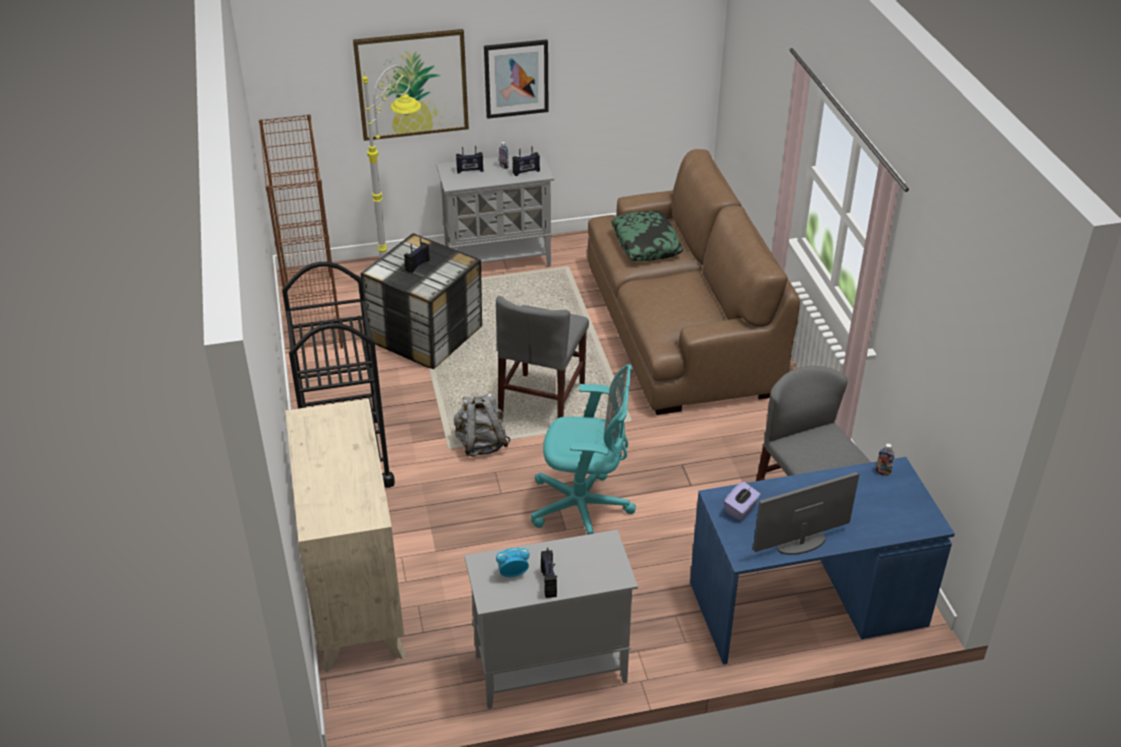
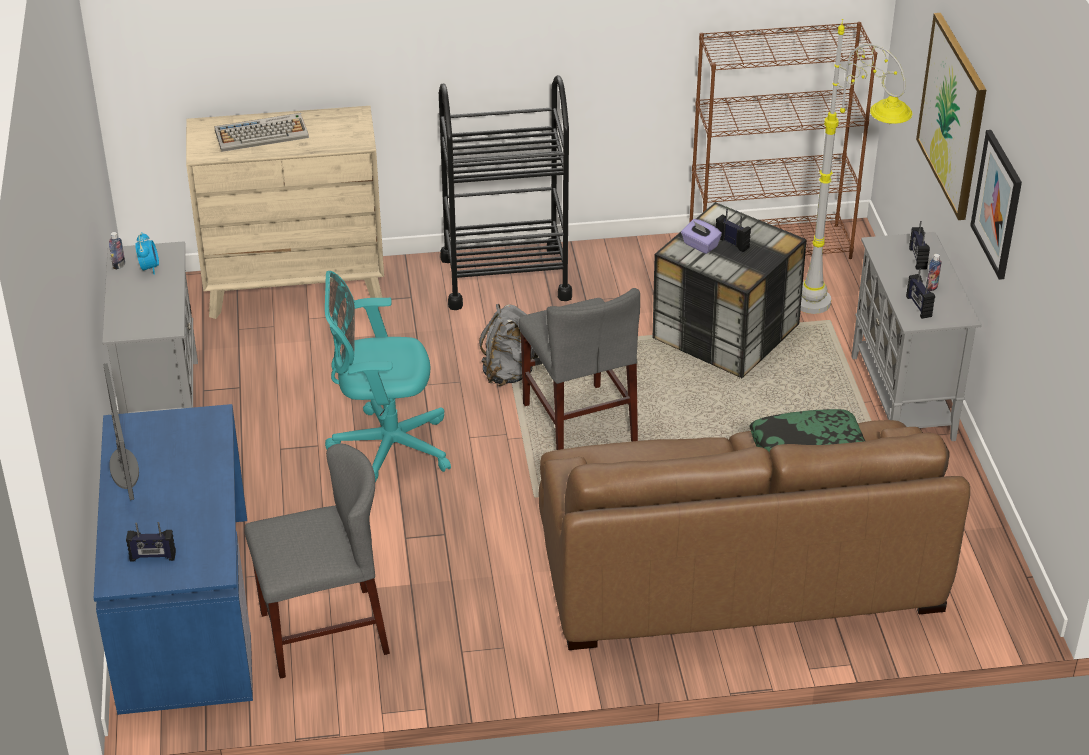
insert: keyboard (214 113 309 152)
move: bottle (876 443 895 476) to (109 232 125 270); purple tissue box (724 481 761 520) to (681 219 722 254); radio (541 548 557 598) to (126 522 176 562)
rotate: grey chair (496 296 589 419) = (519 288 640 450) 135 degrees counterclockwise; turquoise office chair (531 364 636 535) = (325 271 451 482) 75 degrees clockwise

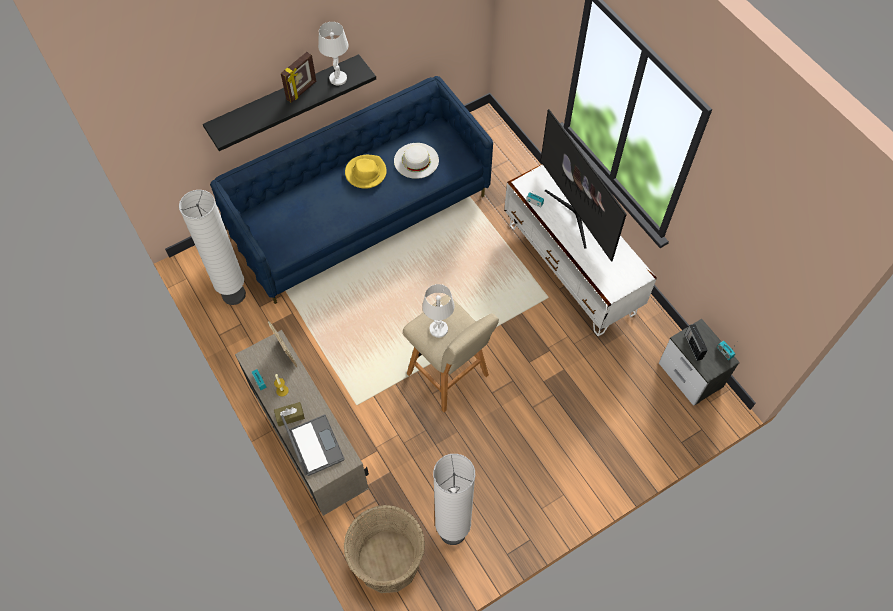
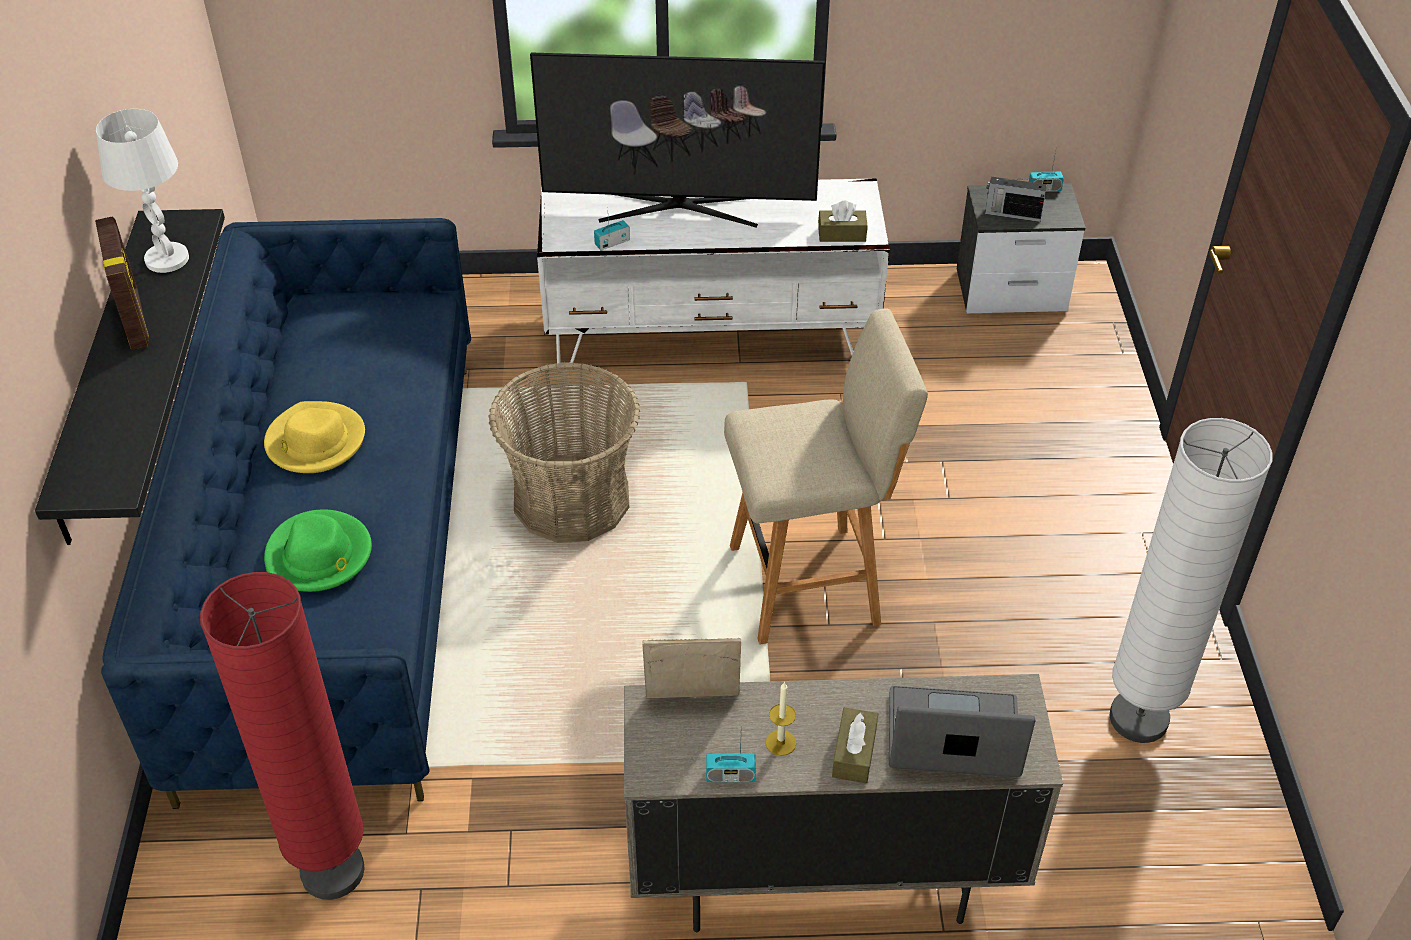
delete: white hat (394 143 439 179); white table lamp (422 284 454 338)
insert: brown tissue box (818 200 867 242); green hat (264 509 372 592)
move: basket (344 505 425 593) to (488 362 640 543)
recolor: white floor lamp (179 190 246 305) to red floor lamp (200 572 365 900)

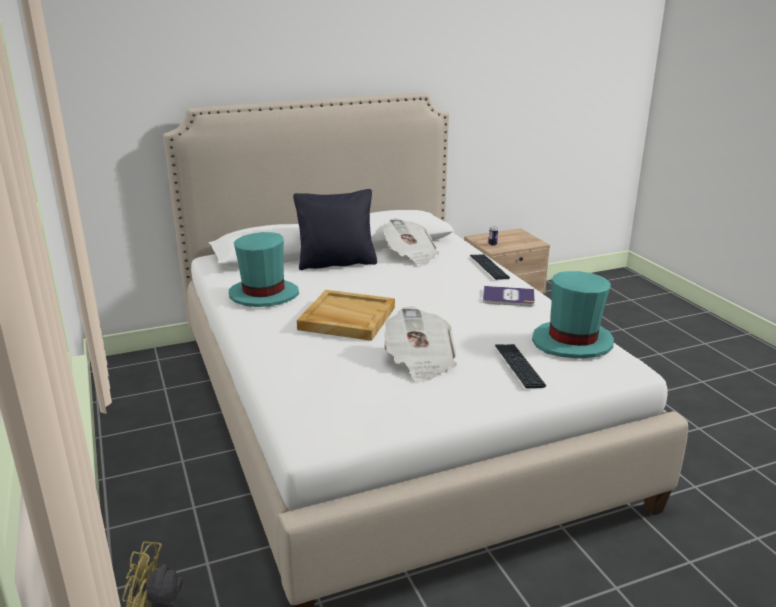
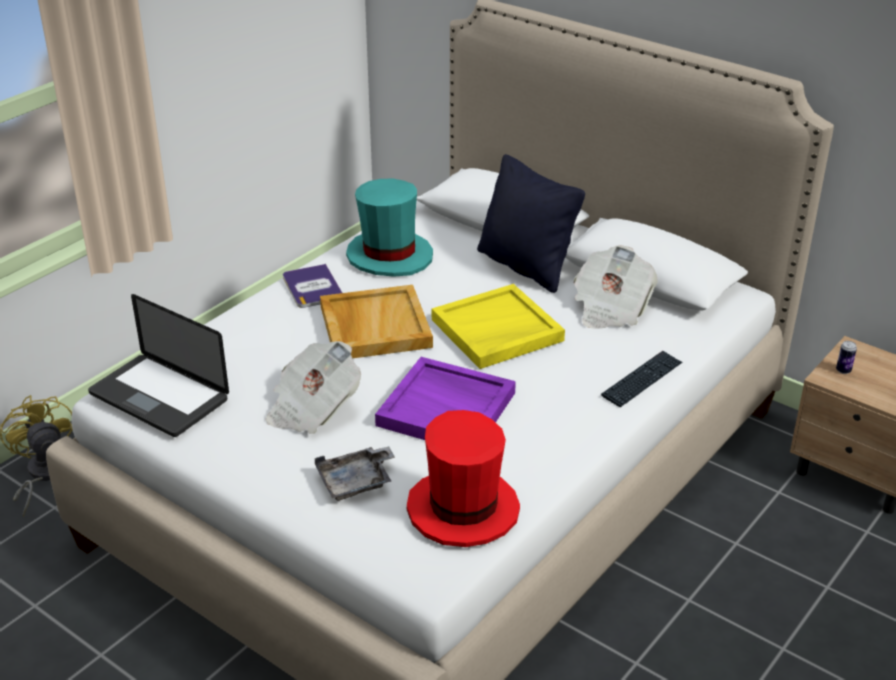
insert: yellow tray (432 284 565 369); laptop (88 294 229 437); purple tray (375 357 516 440)
move: book (483 286 535 306) to (283 264 342 308)
replace: keyboard (495 344 547 389) to grey tray (315 446 395 501)
recolor: turquoise hat (532 271 614 359) to red hat (407 410 520 547)

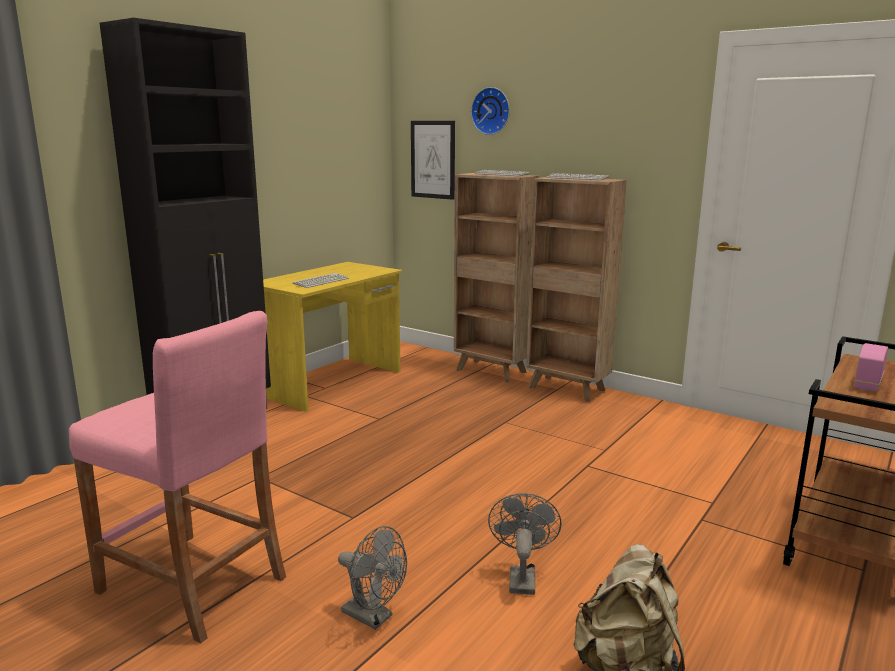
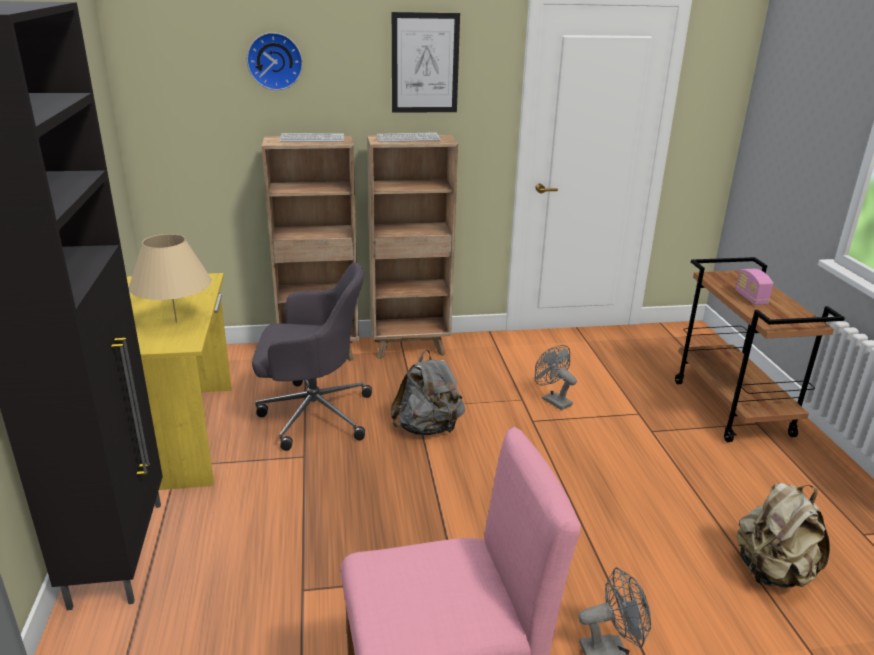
insert: grey office chair (252 262 372 451); grey backpack (390 350 465 435)
move: picture (411 121 455 200) to (392 12 460 113); grey fan (488 493 561 595) to (535 345 577 410)
replace: keyboard (293 273 349 288) to beige table lamp (128 234 212 323)

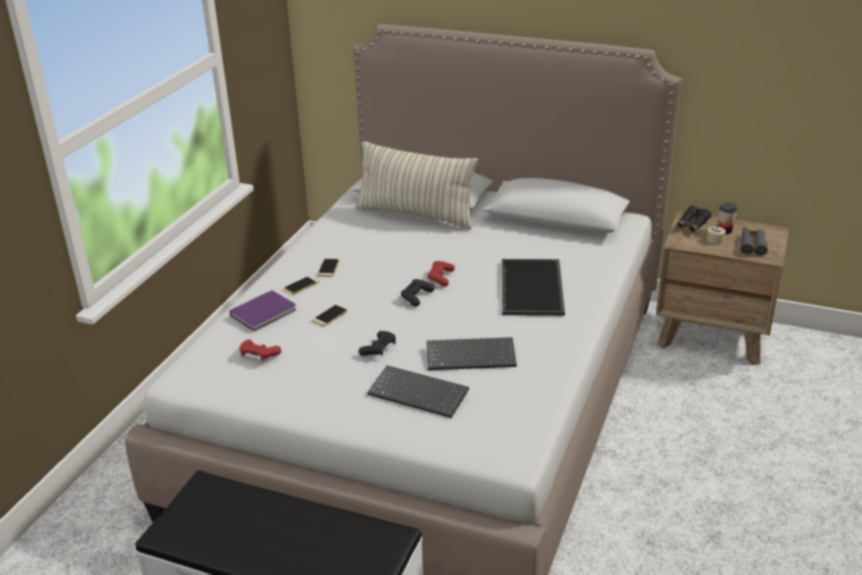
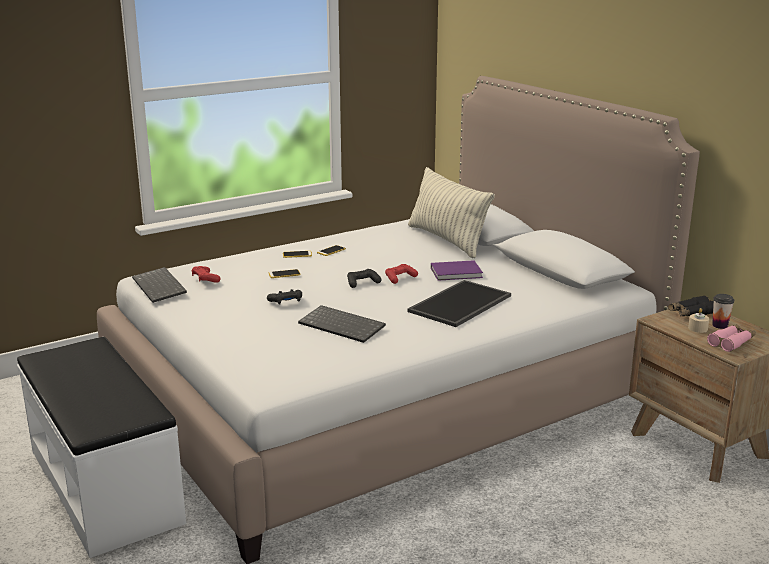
move: purple book (229 290 297 331) to (431 260 483 281); keyboard (367 365 469 418) to (132 267 187 303)
recolor: grey binoculars (740 227 768 256) to pink binoculars (707 324 756 352)

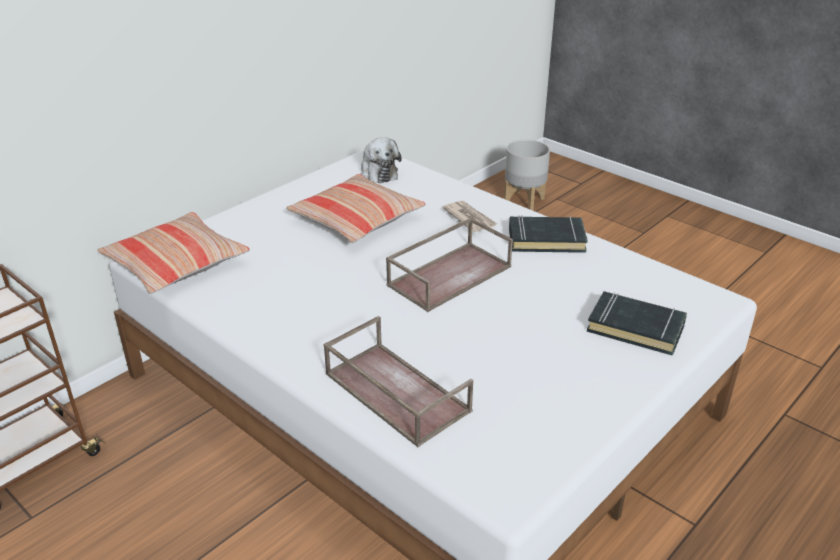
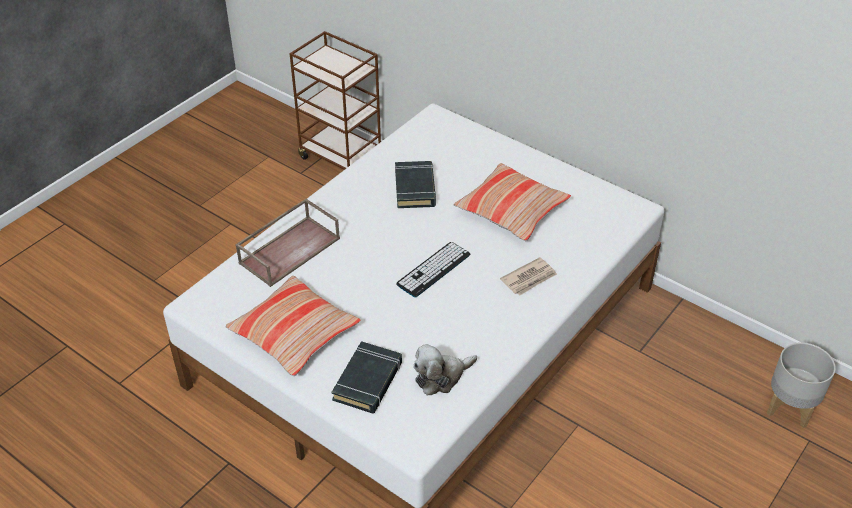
move: plush toy (361 137 402 184) to (413 344 477 395); pillow (98 212 250 294) to (225 276 360 376); black book (509 215 588 253) to (395 161 436 208)
replace: brown tray (386 218 513 312) to keyboard (396 242 470 298)

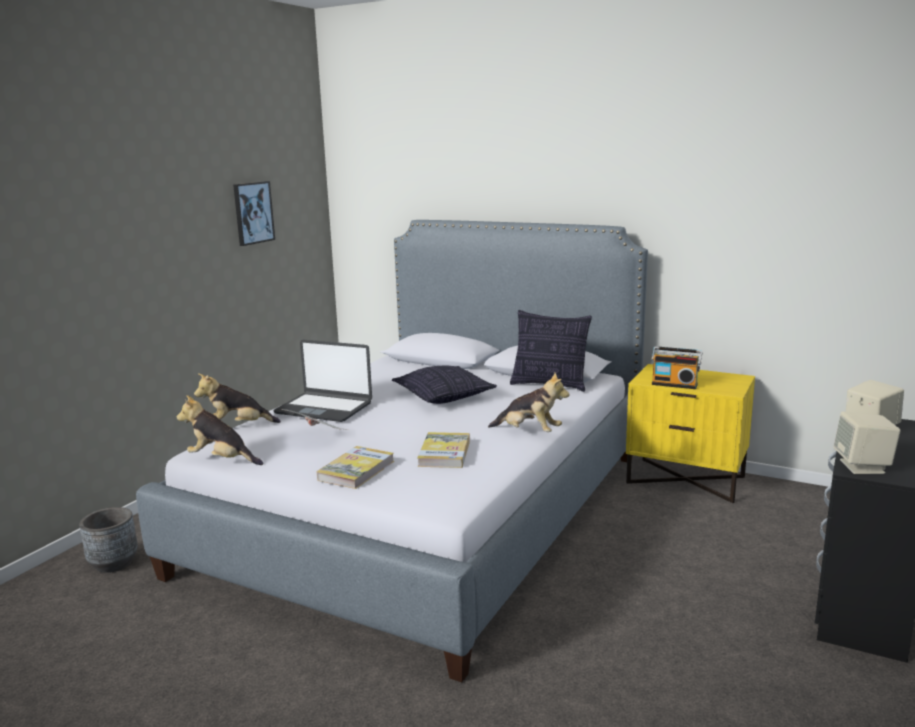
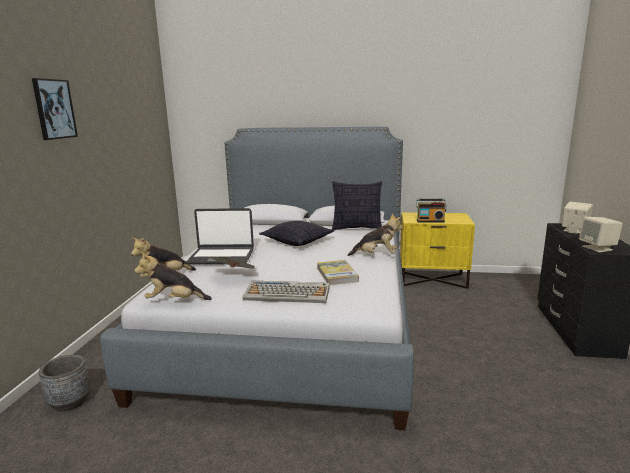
move: picture (233 181 275 246) to (32 78 78 140)
replace: book (317 446 394 489) to keyboard (243 281 330 303)

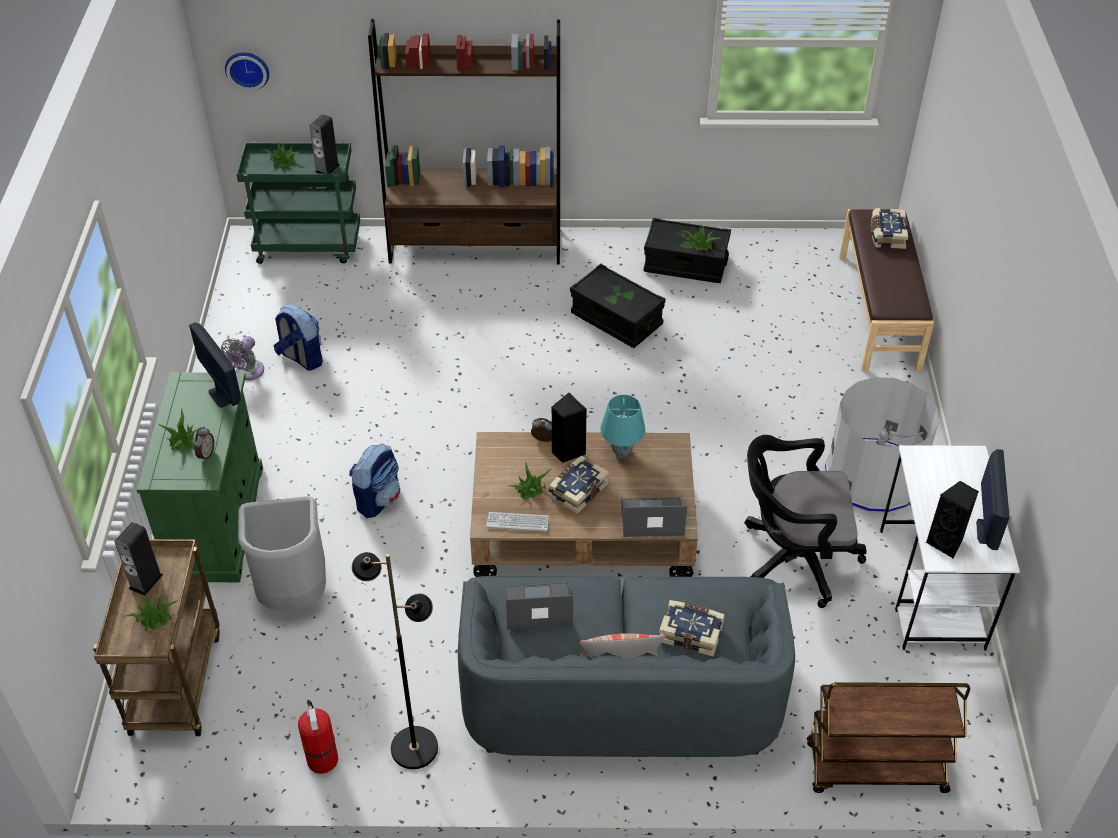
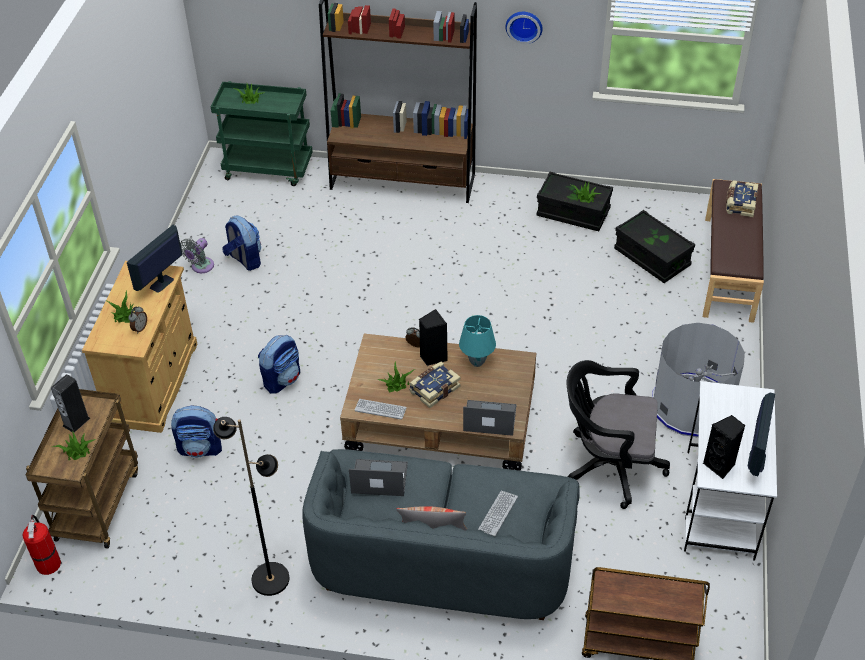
delete: speaker (310 114 340 174)
move: wall clock (225 52 269 91) to (505 12 542 44); black storage box (570 264 665 348) to (614 210 695 283); fire extinguisher (298 700 338 774) to (22 515 61 575)
replace: grey trash can (238 496 326 612) to backpack (171 405 222 458); book (659 600 725 657) to keyboard (478 491 518 536)
recolor: green cabinet (137 372 263 582) to beige cabinet (82 261 198 433)
rotate: monitor (189 322 241 408) = (127 225 183 293) 60 degrees clockwise

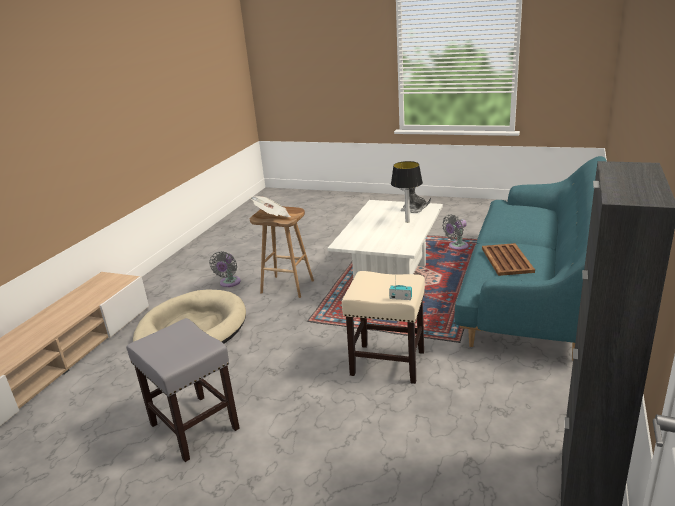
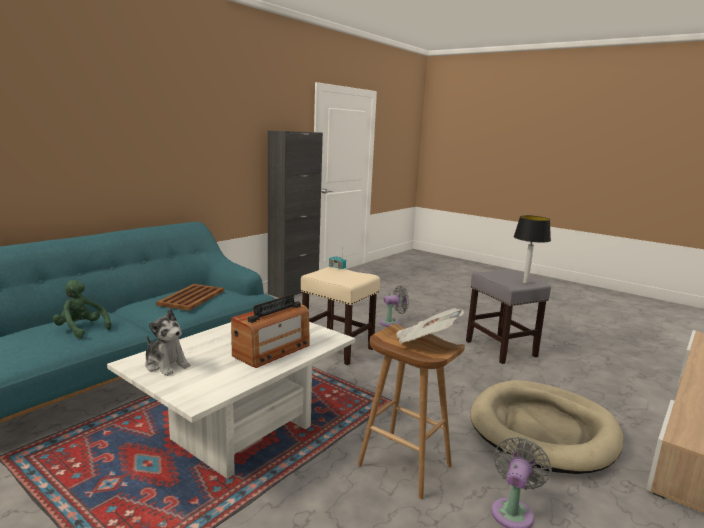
insert: green plush toy (53 280 111 338); radio (231 294 310 368)
move: table lamp (391 161 423 223) to (514 215 551 284); grey fan (442 214 469 250) to (380 286 409 327)

